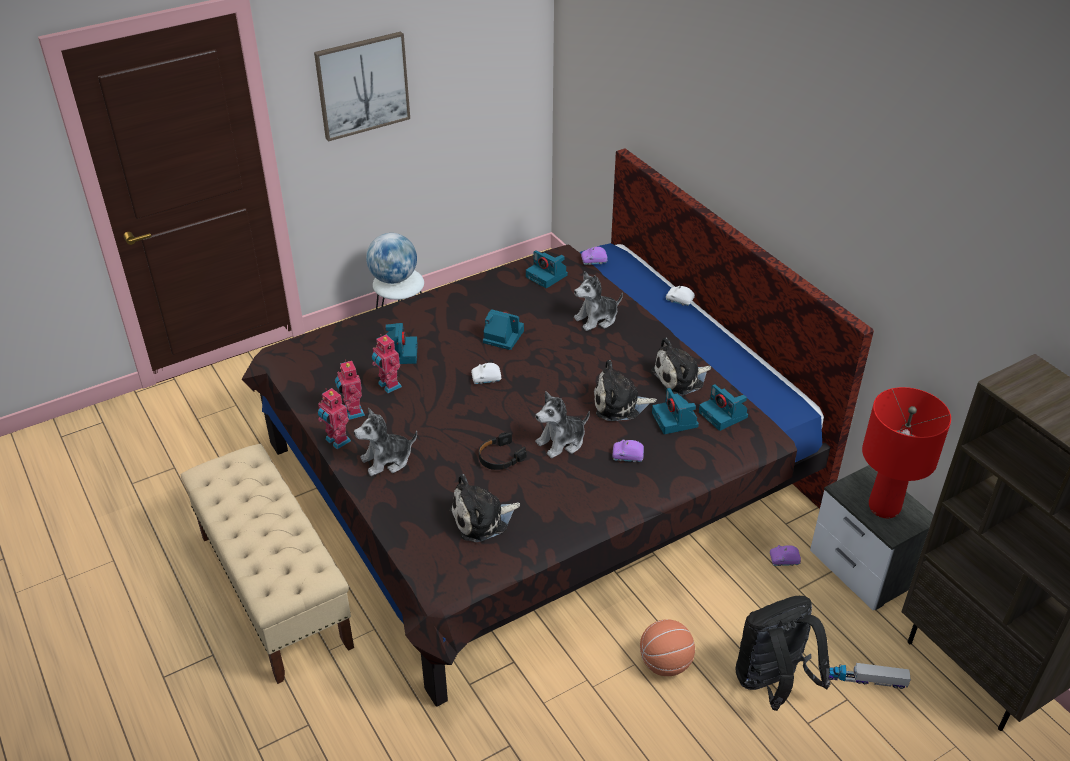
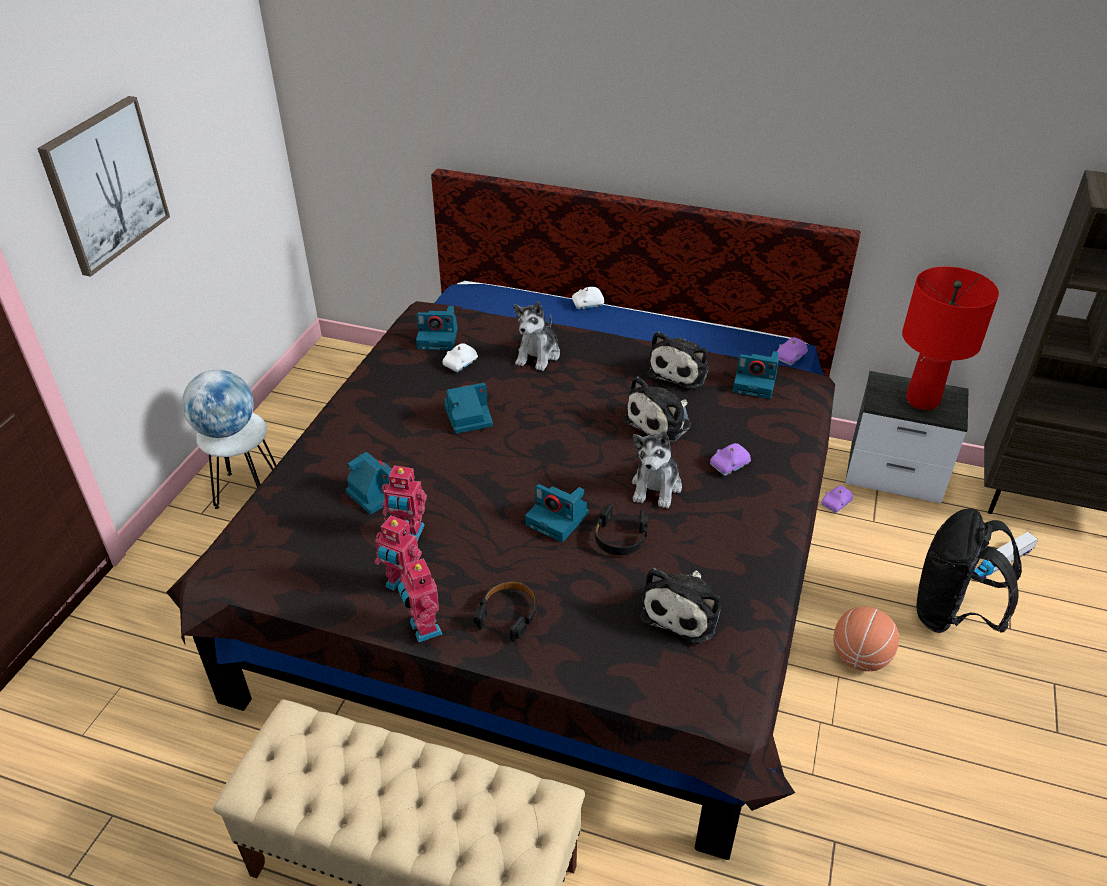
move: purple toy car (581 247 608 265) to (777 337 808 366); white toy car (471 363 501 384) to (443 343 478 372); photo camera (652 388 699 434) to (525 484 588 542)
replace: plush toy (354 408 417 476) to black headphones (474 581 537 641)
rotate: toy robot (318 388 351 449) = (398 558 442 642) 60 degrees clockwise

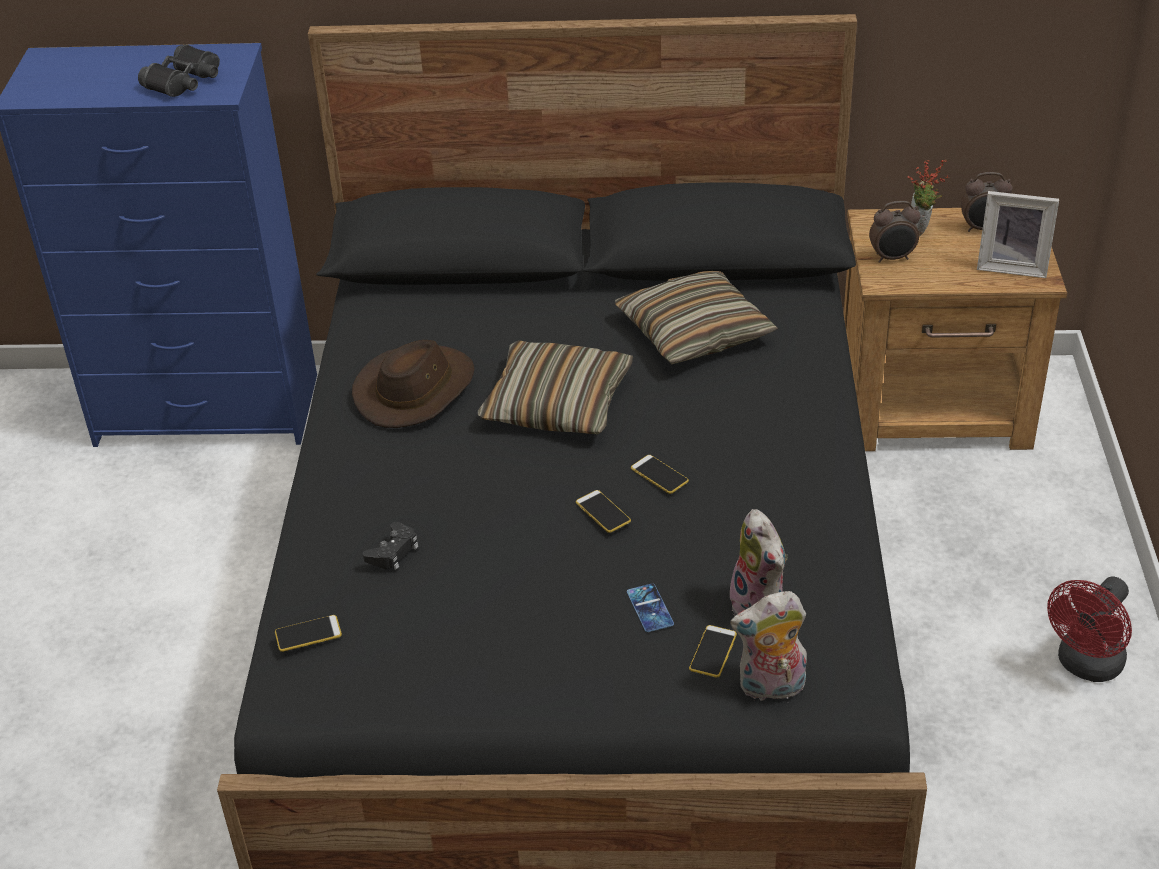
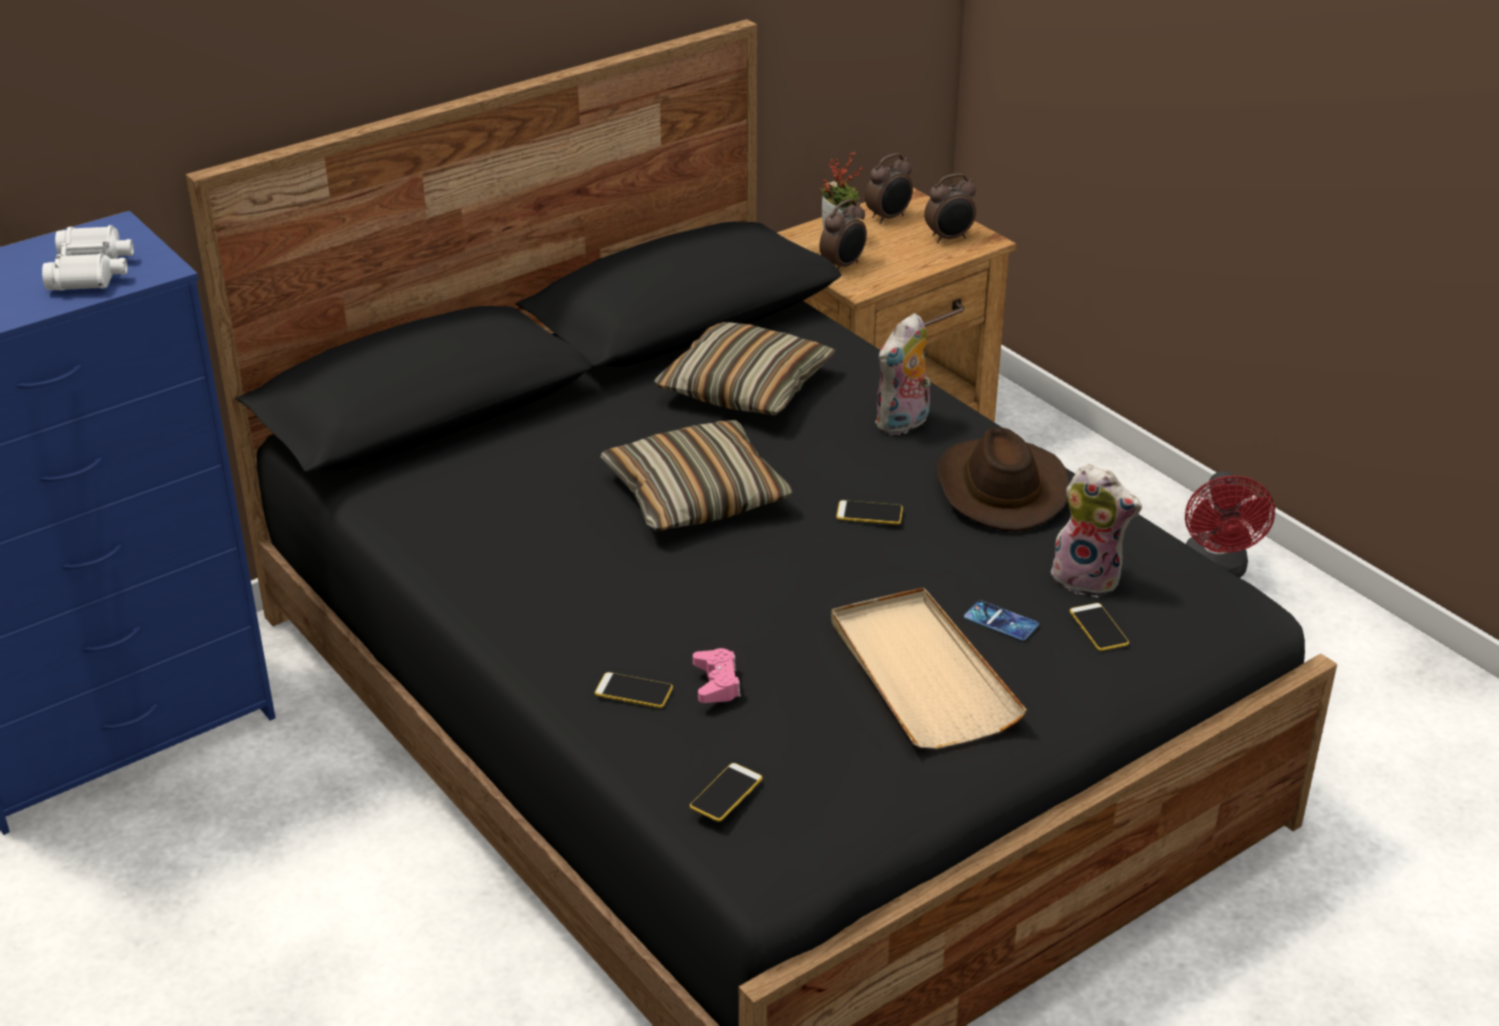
insert: beige tray (831 588 1027 749)
move: brown hat (352 340 475 428) to (937 427 1070 532); phone (576 490 631 533) to (595 672 673 708); plush toy (730 591 807 701) to (875 313 931 435)
replace: picture frame (977 191 1059 278) to alarm clock (924 174 976 243)
recolor: black binoculars (138 44 220 97) to white binoculars (42 225 134 291); black game controller (363 522 419 570) to pink game controller (693 648 741 703)

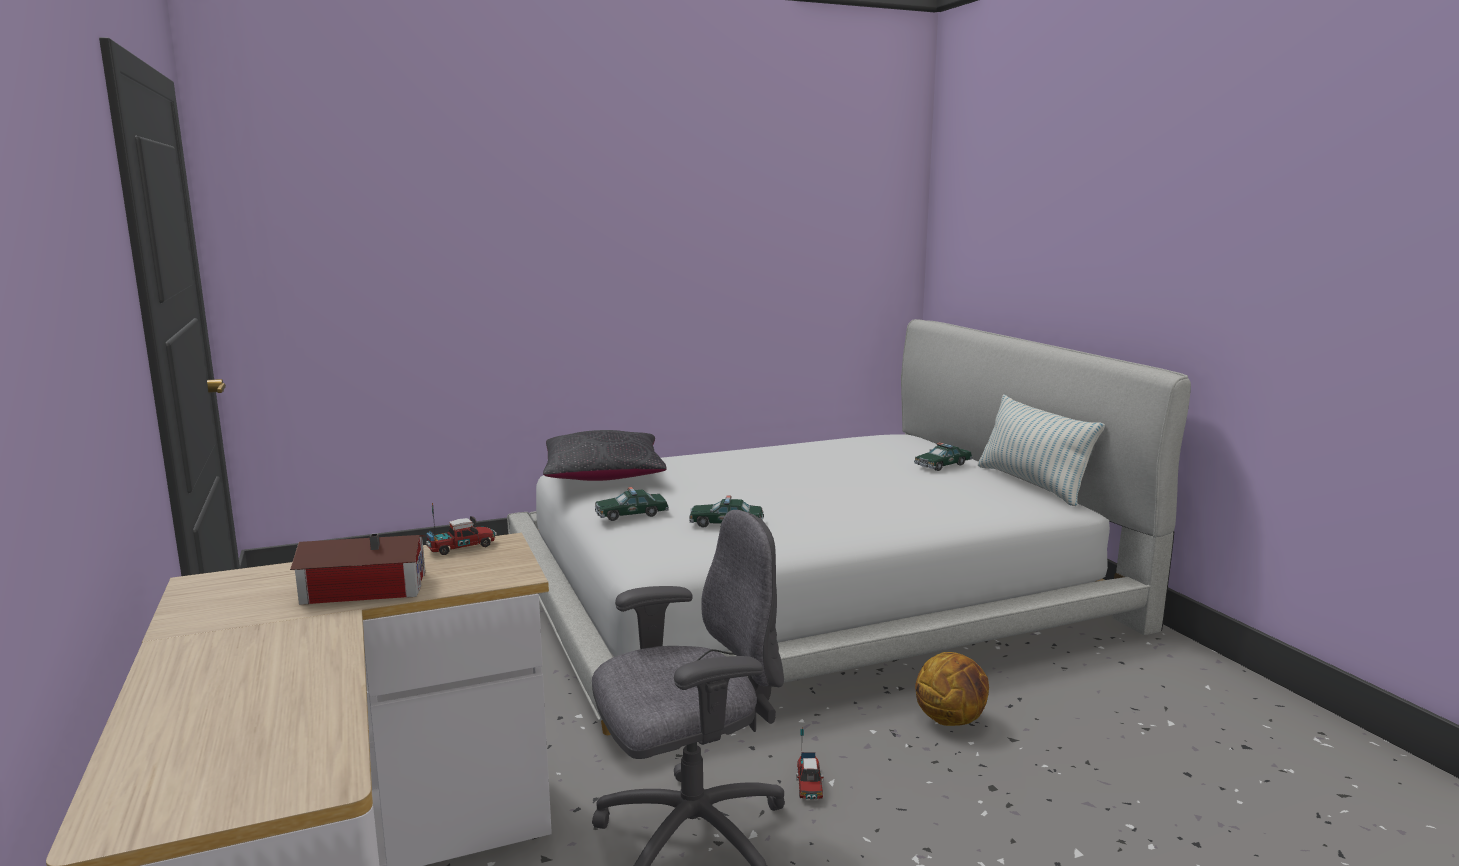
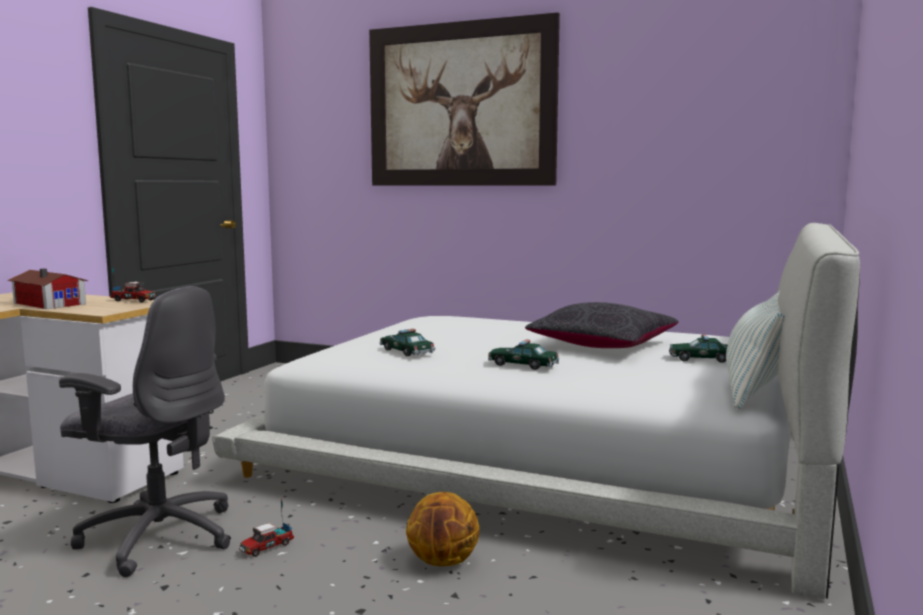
insert: picture (369 12 560 185)
move: black pillow (543 430 667 481) to (525 302 679 348); toy car (595 487 669 521) to (488 340 559 370)

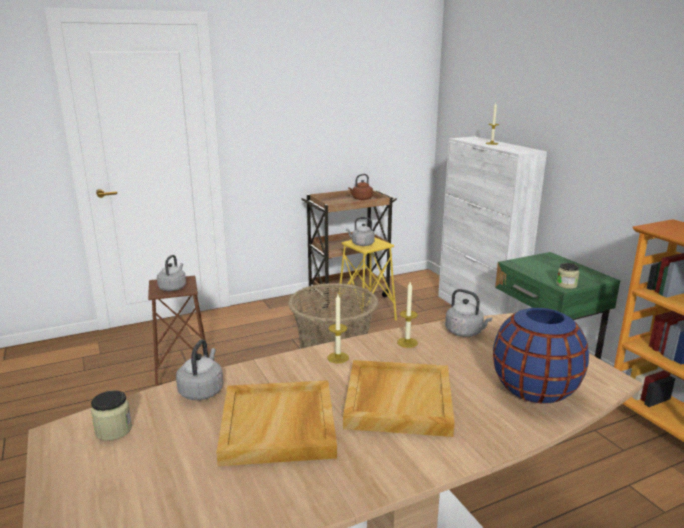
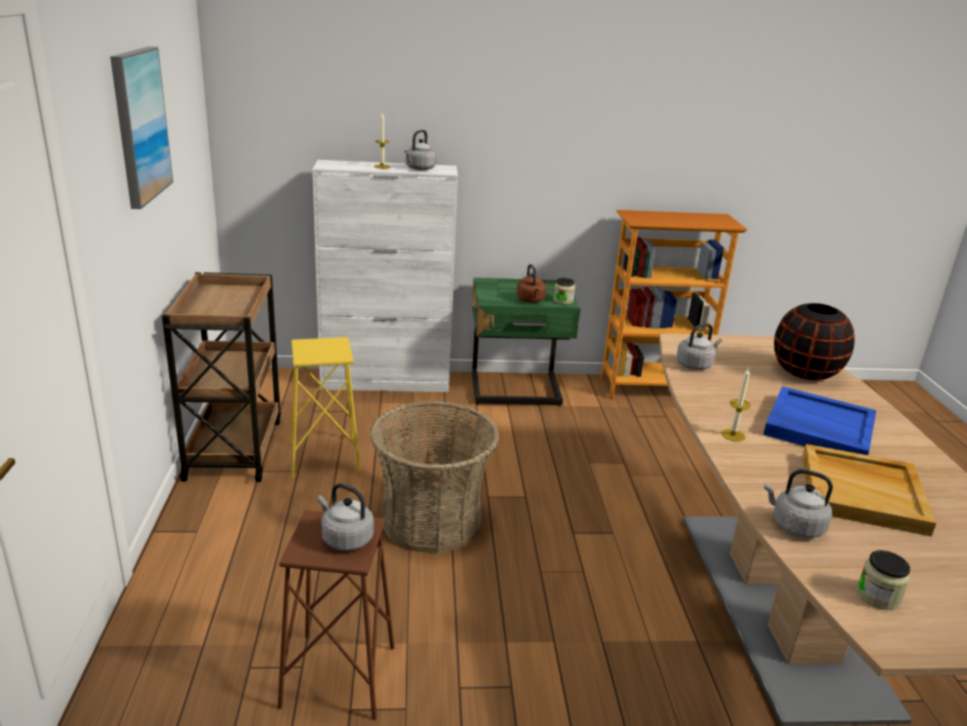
delete: candle (397 282 418 348)
insert: picture (110 46 173 209)
move: brown kettle (348 174 373 200) to (517 264 546 303); grey kettle (346 217 375 246) to (404 130 436 170)
recolor: blue vase (493 308 589 404) to black vase (774 303 855 380); beige tray (343 360 455 437) to blue tray (763 386 876 455)

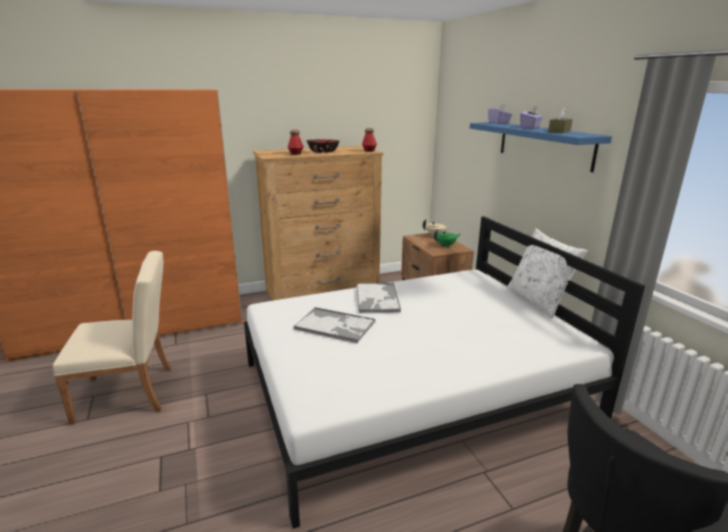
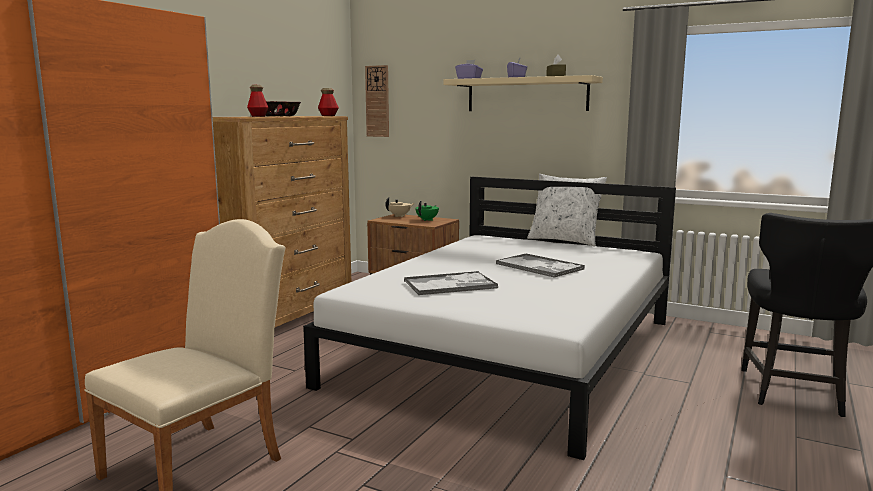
insert: wall clock (365 65 389 137)
move: tray (356 283 401 313) to (496 253 585 278)
recolor: blue shelf (470 122 612 172) to beige shelf (443 75 603 111)

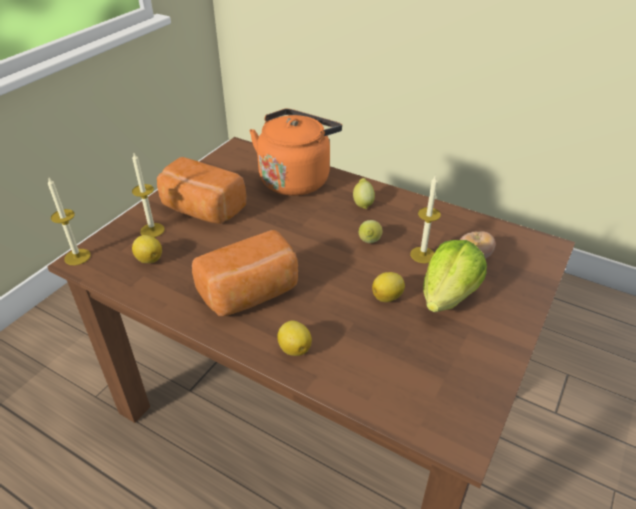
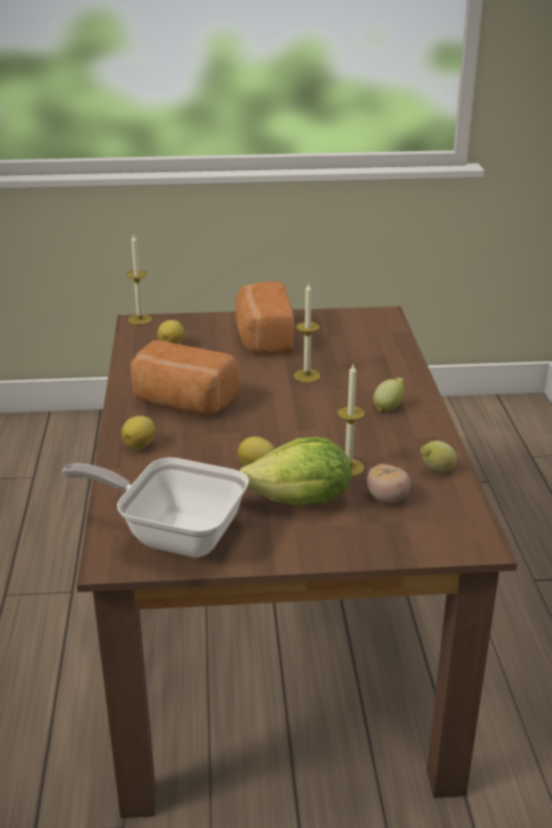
delete: orange kettle (249 109 342 196)
insert: frying pan (62 457 249 558)
move: candle (132 153 165 237) to (294 282 320 382); lemon (359 220 382 243) to (421 441 457 472)

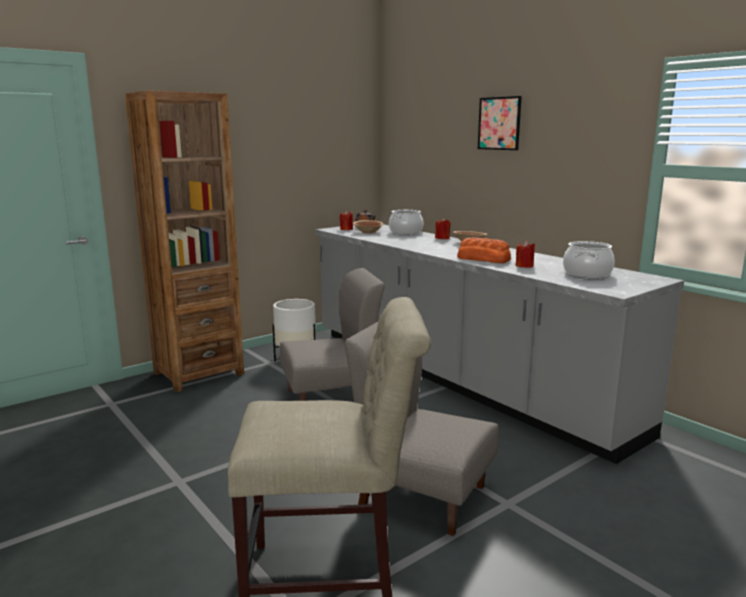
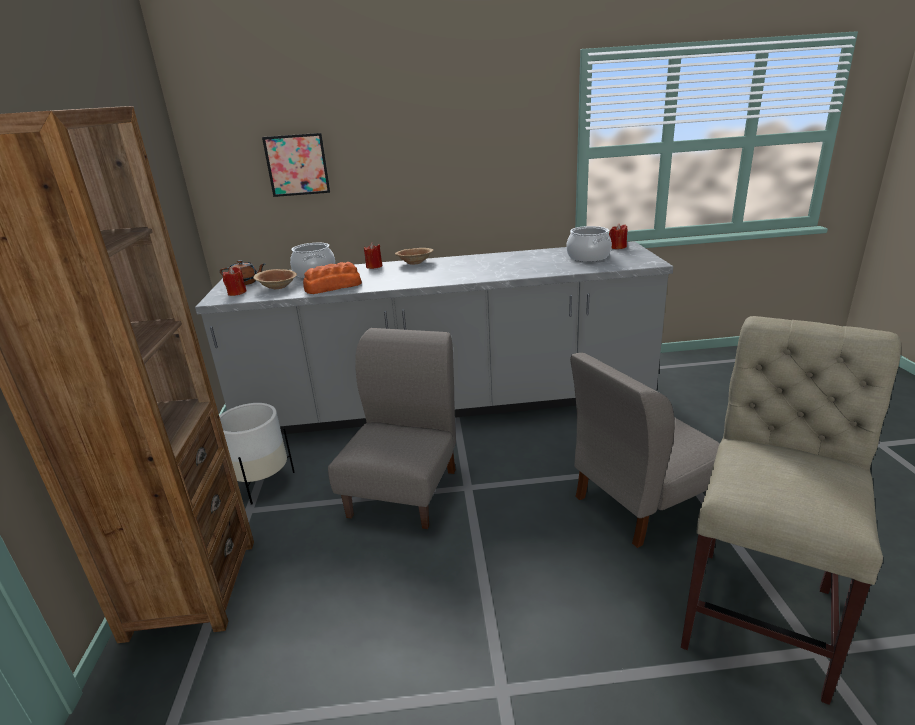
move: picture (478 96 522 150) to (262 133 330 197); bread (457 237 511 263) to (303 262 362 294); red candle (515 241 535 268) to (609 224 627 249)

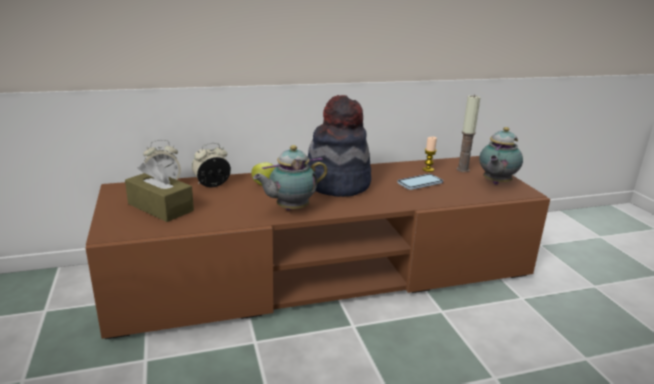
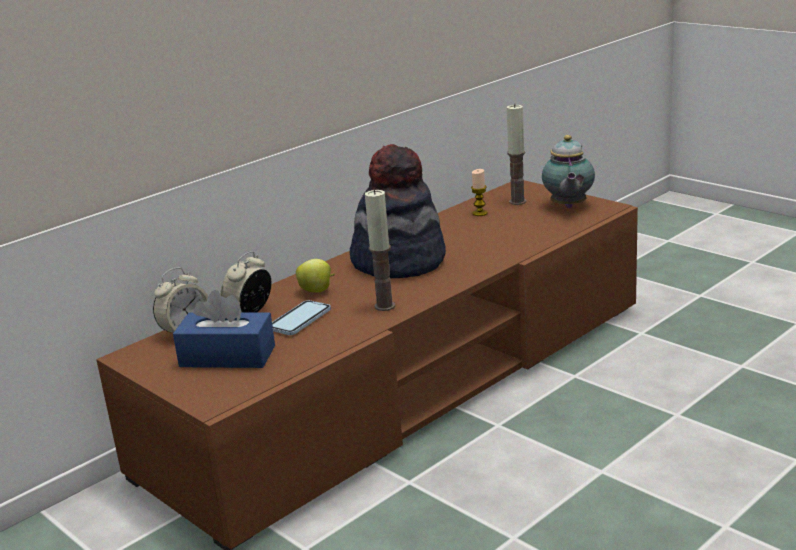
move: phone (397 174 443 190) to (272 300 331 335)
replace: teapot (253 145 327 210) to candle (365 189 395 311)
recolor: brown tissue box (125 158 194 222) to blue tissue box (173 290 275 368)

